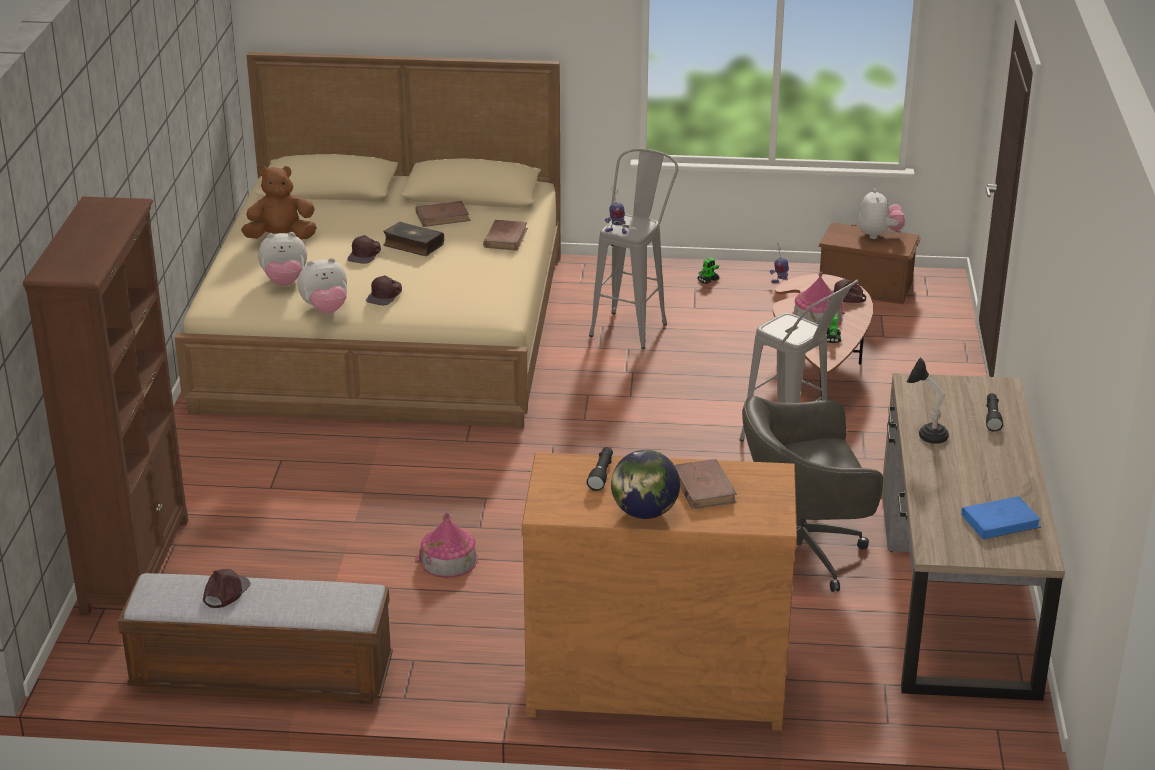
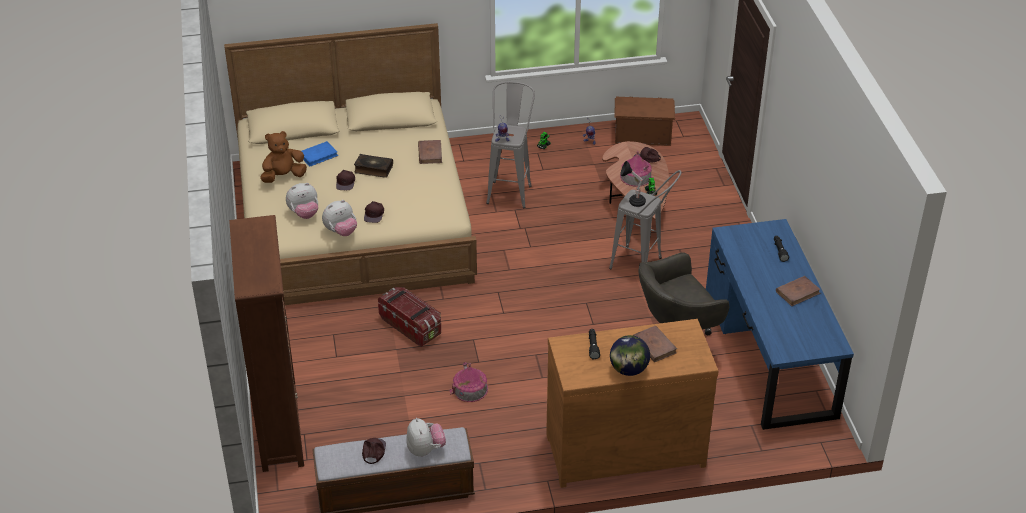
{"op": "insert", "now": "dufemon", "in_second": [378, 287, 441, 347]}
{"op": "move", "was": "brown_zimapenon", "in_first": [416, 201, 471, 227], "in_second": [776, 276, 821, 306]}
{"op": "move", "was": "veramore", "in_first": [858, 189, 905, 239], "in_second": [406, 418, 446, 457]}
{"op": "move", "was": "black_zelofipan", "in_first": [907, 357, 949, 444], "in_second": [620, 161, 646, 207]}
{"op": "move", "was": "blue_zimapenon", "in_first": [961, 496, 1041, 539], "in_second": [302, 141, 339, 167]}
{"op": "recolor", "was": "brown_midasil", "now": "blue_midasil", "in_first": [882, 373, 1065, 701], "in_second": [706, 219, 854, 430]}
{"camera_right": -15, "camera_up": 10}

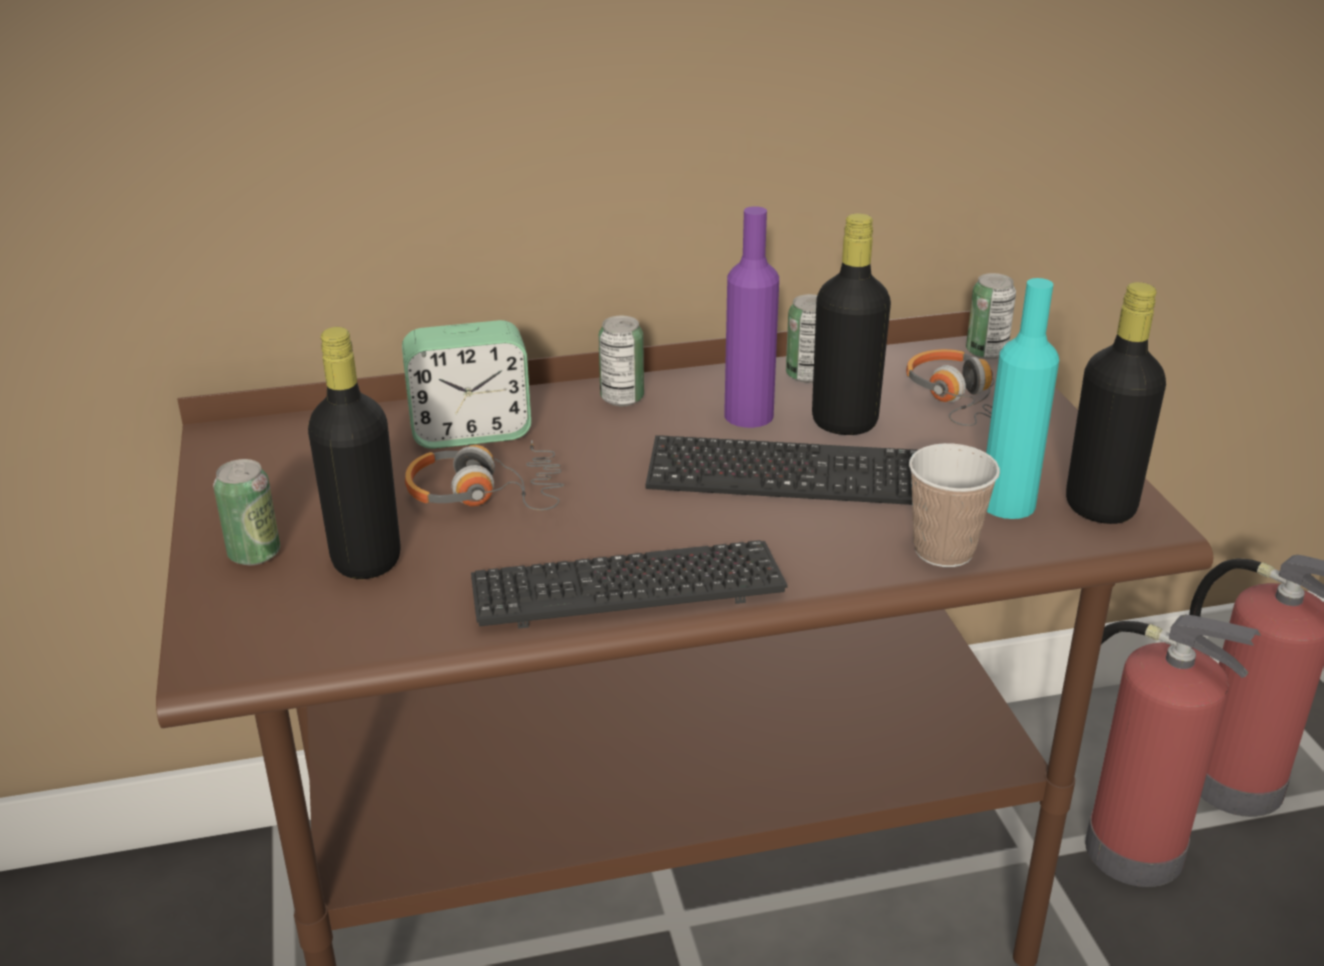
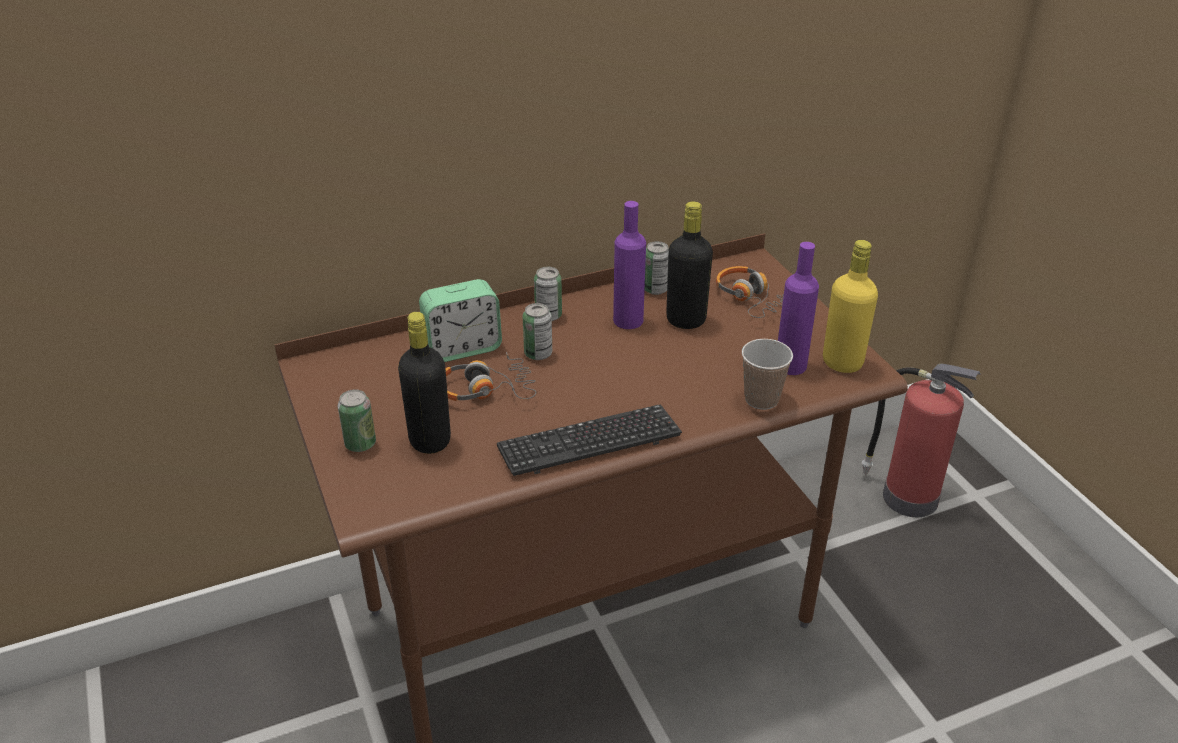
{"op": "delete", "was": "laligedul", "in_first": [646, 435, 917, 505]}
{"op": "delete", "was": "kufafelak", "in_first": [1085, 614, 1261, 887]}
{"op": "move", "was": "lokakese", "in_first": [966, 273, 1016, 360], "in_second": [523, 303, 552, 360]}
{"op": "recolor", "was": "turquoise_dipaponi", "now": "purple_dipaponi", "in_first": [986, 278, 1059, 519], "in_second": [778, 242, 819, 375]}
{"op": "recolor", "was": "black_dipaponi", "now": "yellow_dipaponi", "in_first": [1066, 282, 1166, 524], "in_second": [823, 240, 878, 373]}
{"camera_right": -10, "camera_up": 5}

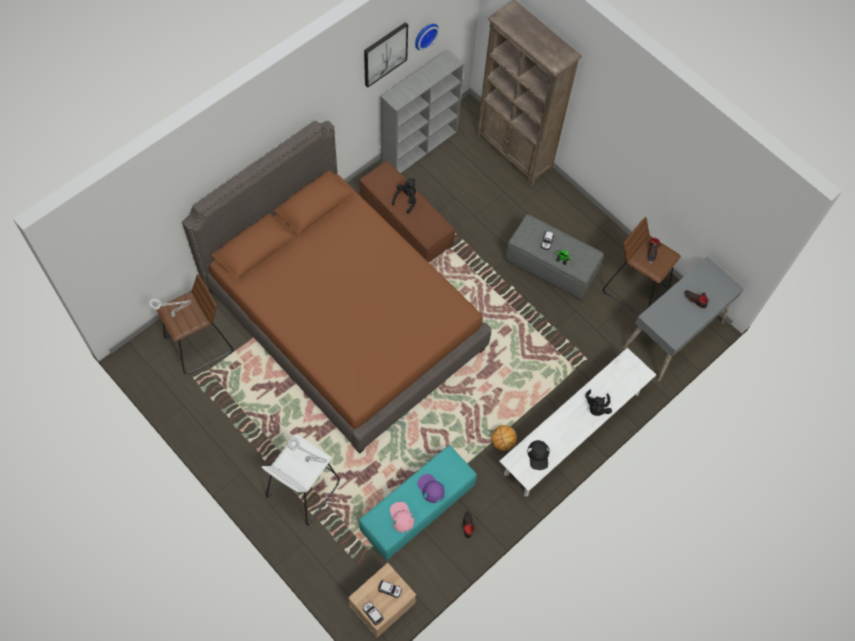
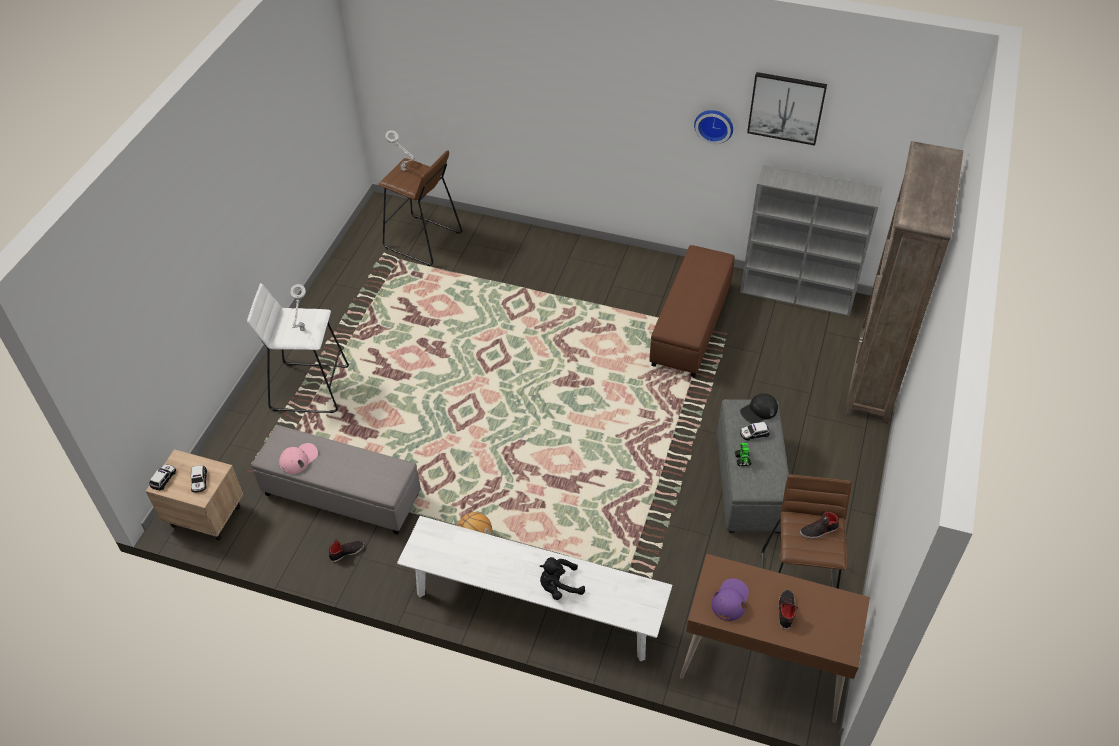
{"op": "delete", "was": "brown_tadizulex", "in_first": [182, 121, 491, 454]}
{"op": "delete", "was": "black_veramore", "in_first": [392, 178, 416, 213]}
{"op": "move", "was": "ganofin", "in_first": [415, 24, 439, 50], "in_second": [694, 110, 733, 144]}
{"op": "move", "was": "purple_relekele", "in_first": [417, 474, 445, 503], "in_second": [711, 579, 749, 621]}
{"op": "move", "was": "black_relekele", "in_first": [527, 440, 550, 470], "in_second": [740, 393, 778, 424]}
{"op": "recolor", "was": "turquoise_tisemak", "now": "grey_tisemak", "in_first": [359, 445, 477, 560], "in_second": [252, 425, 421, 535]}
{"op": "recolor", "was": "grey_midasil", "now": "brown_midasil", "in_first": [623, 257, 744, 381], "in_second": [680, 554, 870, 723]}
{"camera_right": 65, "camera_up": -15}

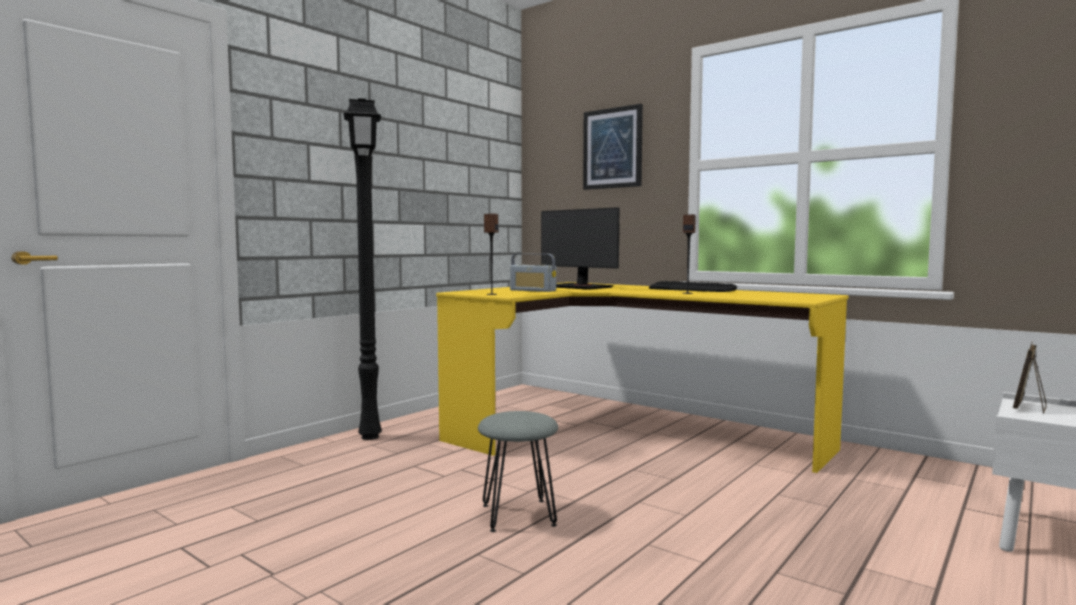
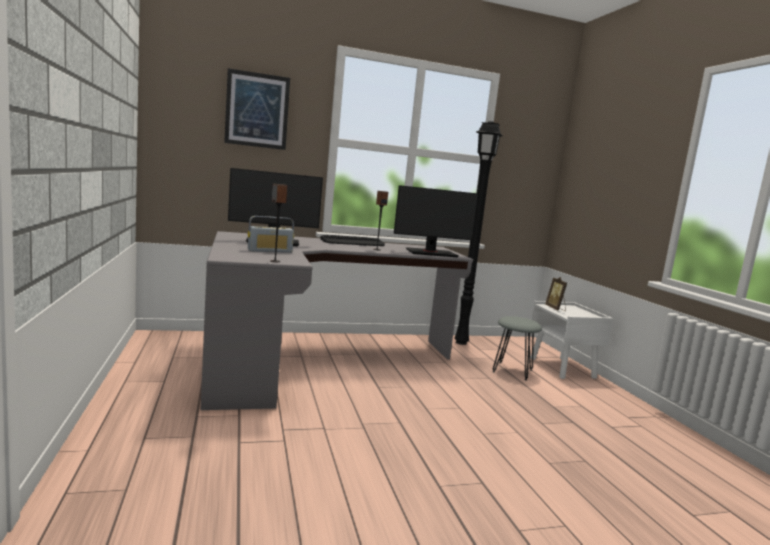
{"op": "insert", "now": "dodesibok", "in_second": [394, 185, 479, 257]}
{"op": "move", "was": "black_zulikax", "in_first": [344, 98, 382, 440], "in_second": [454, 121, 502, 345]}
{"op": "move", "was": "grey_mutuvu", "in_first": [478, 411, 558, 532], "in_second": [492, 316, 542, 381]}
{"op": "recolor", "was": "yellow_midasil", "now": "grey_midasil", "in_first": [436, 282, 849, 473], "in_second": [201, 231, 473, 410]}
{"camera_right": -55, "camera_up": 5}

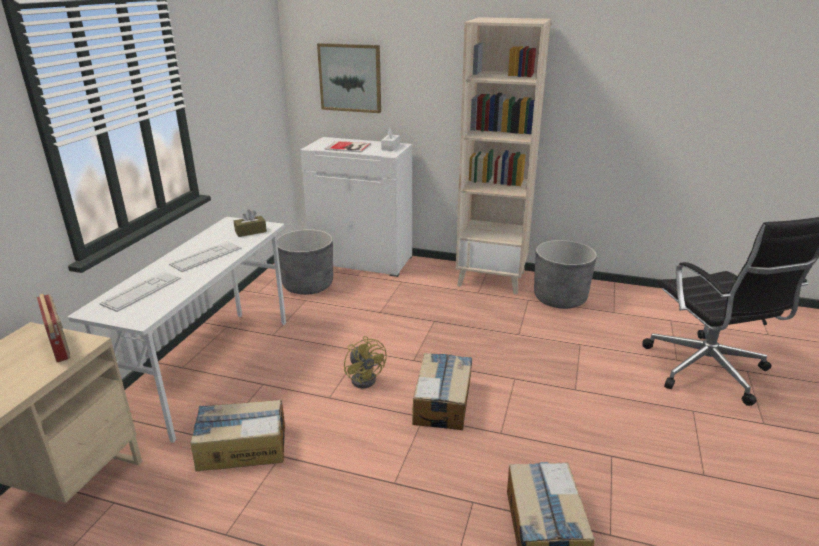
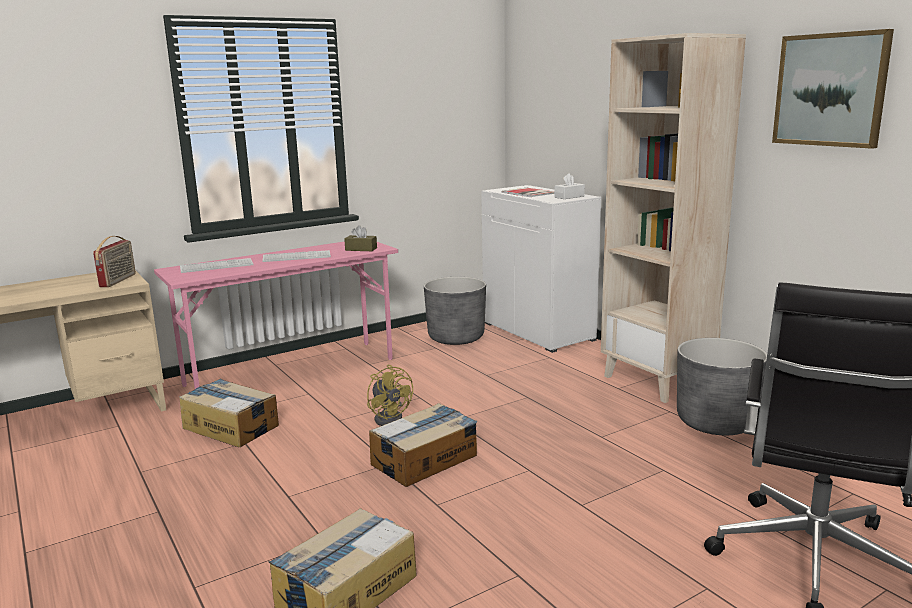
{"op": "move", "was": "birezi", "in_first": [317, 43, 381, 113], "in_second": [772, 29, 894, 149]}
{"op": "recolor", "was": "white_midasil", "now": "pink_midasil", "in_first": [68, 217, 286, 443], "in_second": [154, 241, 398, 389]}
{"op": "rotate", "was": "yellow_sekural", "in_first": [344, 336, 387, 388], "in_second": [367, 365, 413, 426], "clockwise": -45}
{"camera_right": 40, "camera_up": -10}

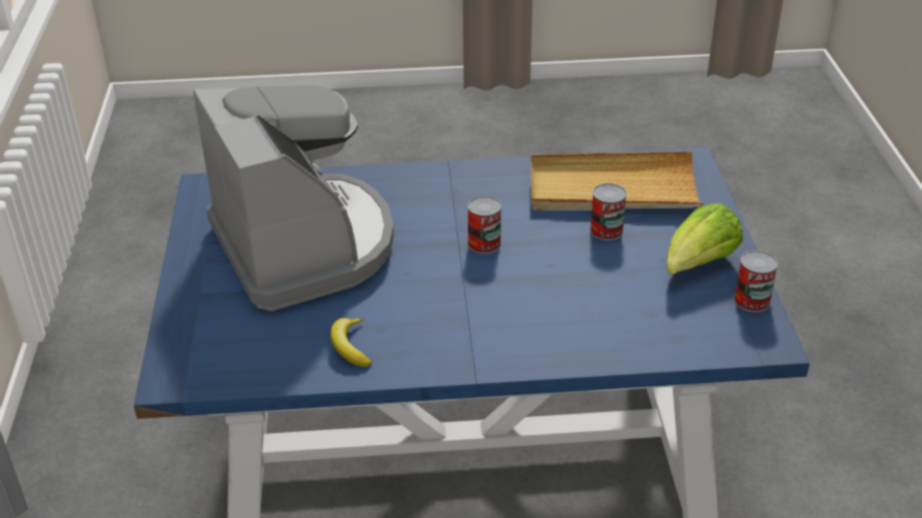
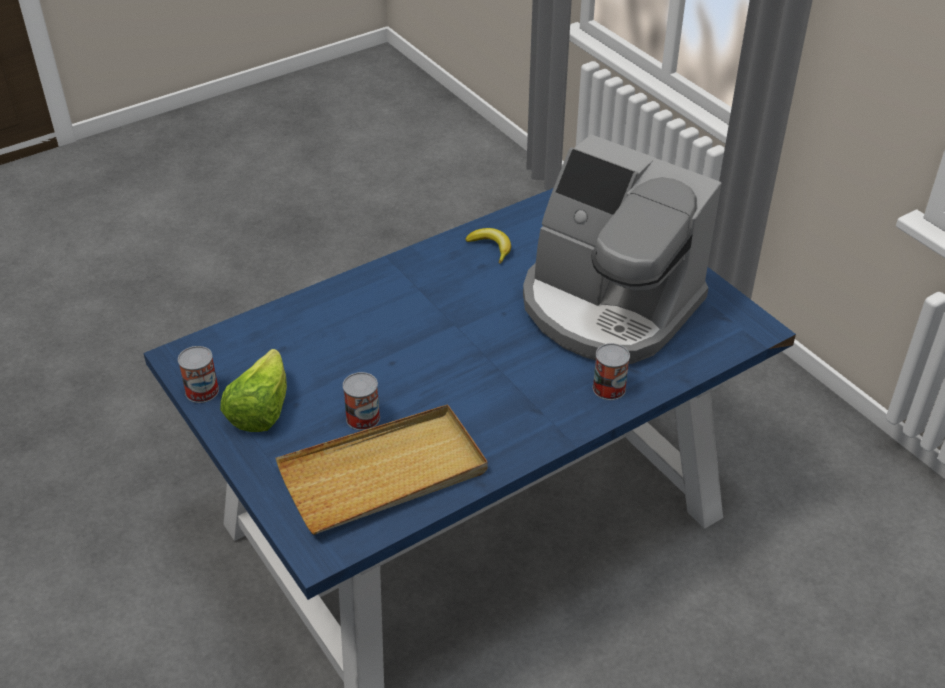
{"op": "move", "was": "lokakese", "in_first": [467, 196, 502, 254], "in_second": [593, 343, 630, 400]}
{"camera_right": 150, "camera_up": 5}

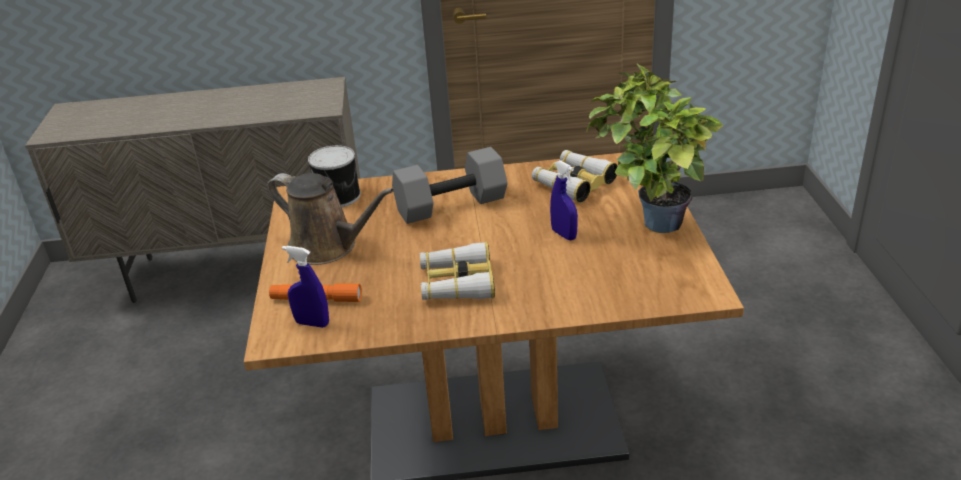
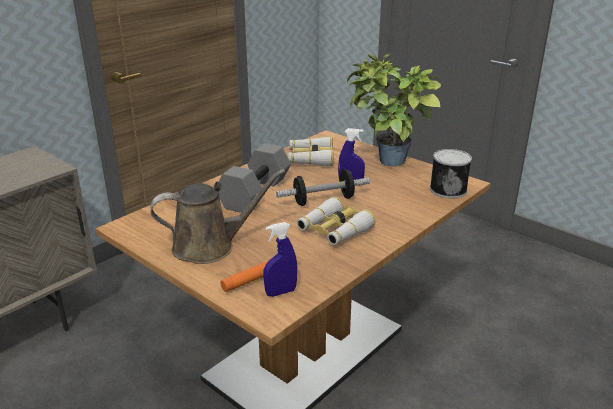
{"op": "insert", "now": "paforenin", "in_second": [276, 169, 370, 206]}
{"op": "move", "was": "lokakese", "in_first": [308, 145, 361, 207], "in_second": [430, 149, 472, 199]}
{"camera_right": -45, "camera_up": -5}

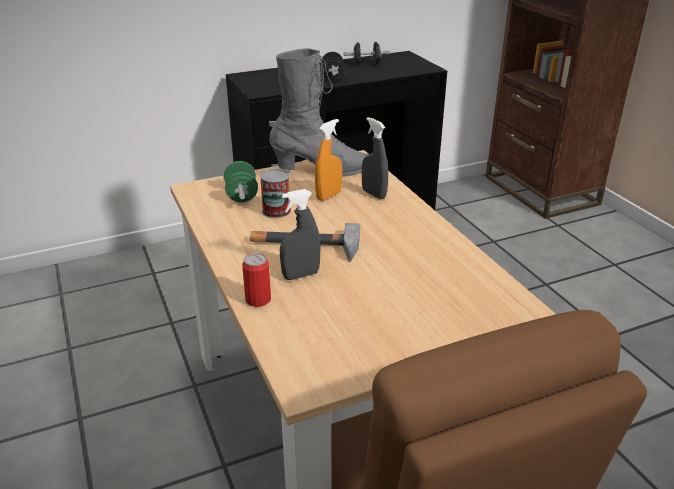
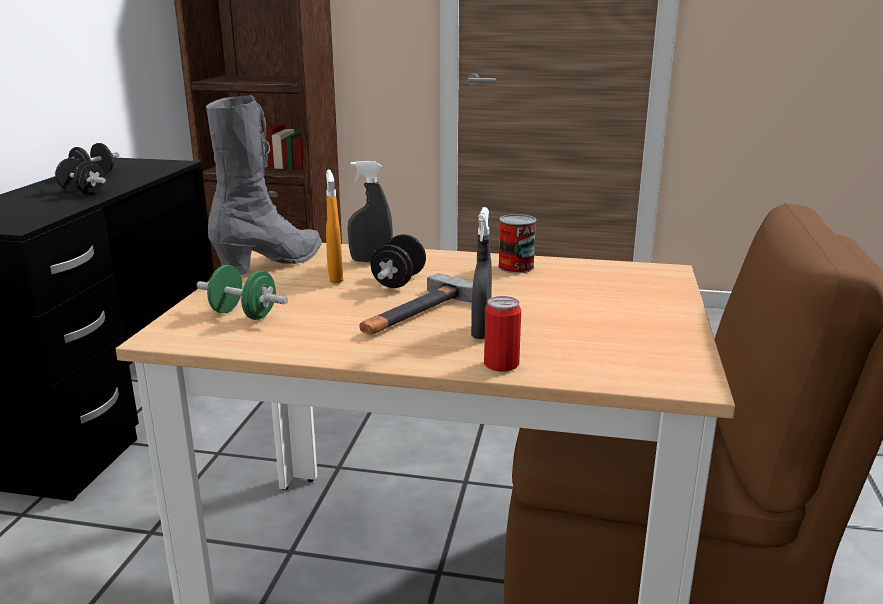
{"op": "insert", "now": "black_paforenin", "in_second": [370, 234, 426, 288]}
{"op": "move", "was": "lokakese", "in_first": [260, 169, 291, 218], "in_second": [498, 214, 536, 273]}
{"camera_right": -55, "camera_up": -10}

